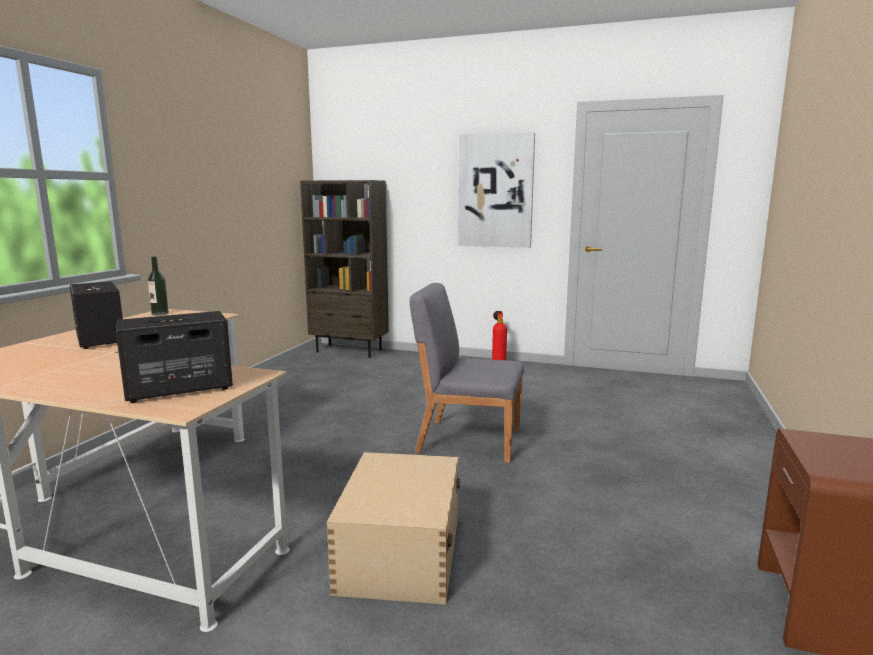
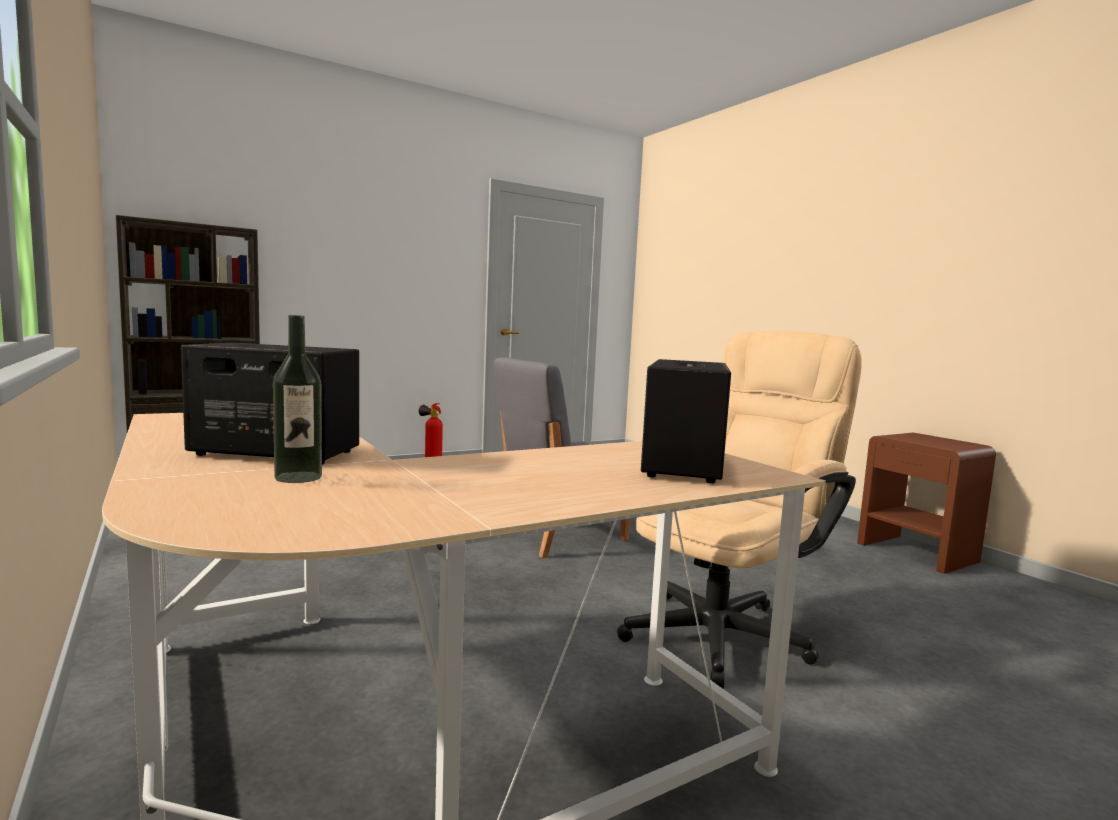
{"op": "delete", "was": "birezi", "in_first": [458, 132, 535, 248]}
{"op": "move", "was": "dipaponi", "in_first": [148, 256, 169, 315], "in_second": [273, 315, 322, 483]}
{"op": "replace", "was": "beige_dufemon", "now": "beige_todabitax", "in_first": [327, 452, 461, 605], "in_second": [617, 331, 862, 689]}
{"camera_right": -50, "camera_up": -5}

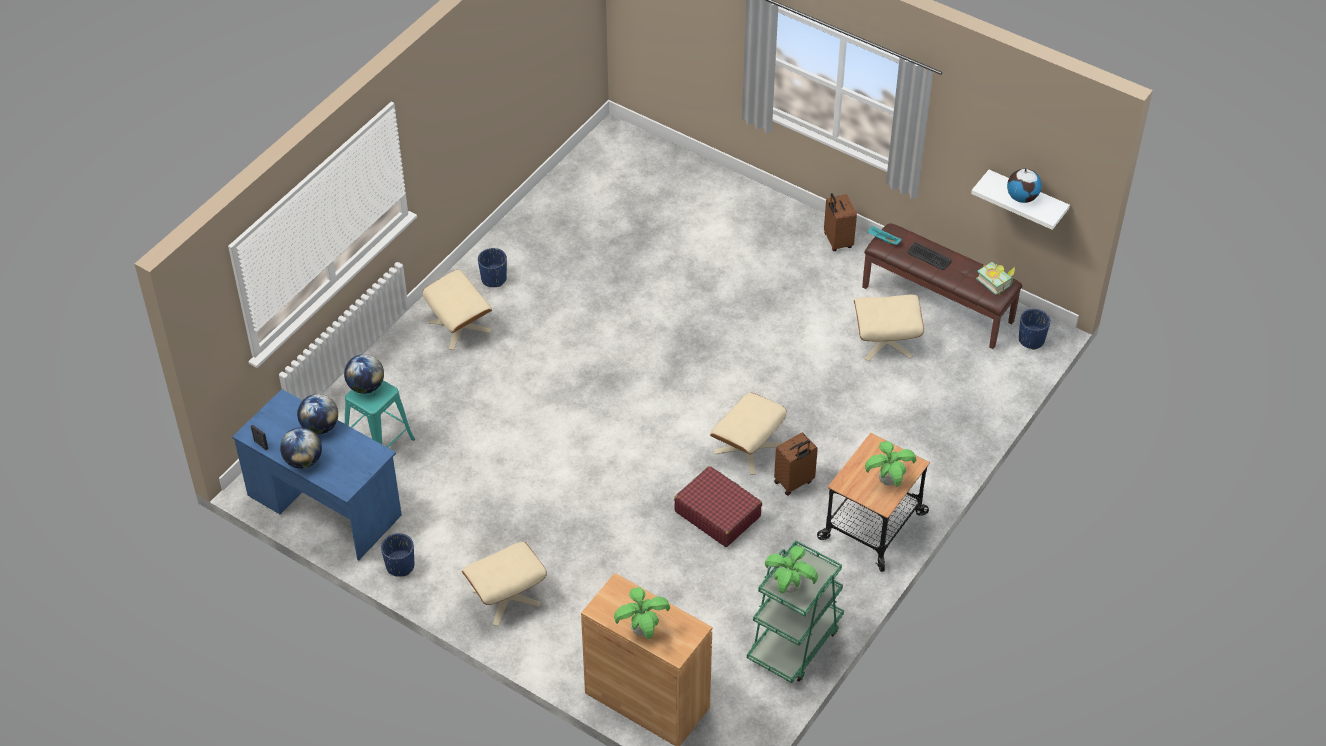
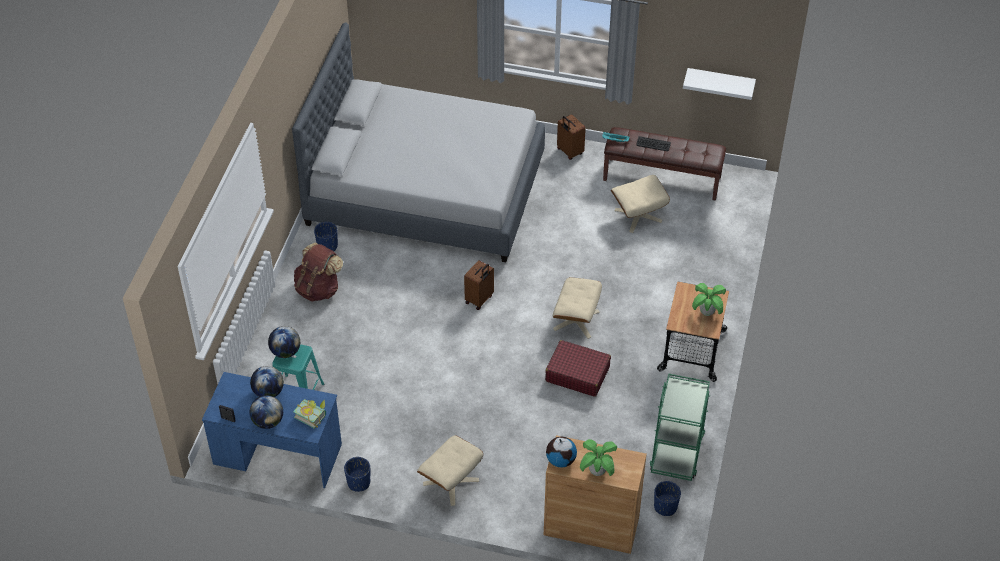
{"op": "delete", "was": "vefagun", "in_first": [765, 545, 818, 593]}
{"op": "insert", "now": "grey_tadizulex", "in_second": [292, 22, 545, 262]}
{"op": "move", "was": "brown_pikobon", "in_first": [774, 432, 818, 496], "in_second": [464, 260, 494, 310]}
{"op": "move", "was": "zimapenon", "in_first": [976, 262, 1015, 295], "in_second": [293, 399, 326, 429]}
{"op": "move", "was": "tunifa", "in_first": [1007, 168, 1042, 203], "in_second": [546, 437, 577, 468]}
{"op": "move", "was": "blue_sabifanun", "in_first": [1019, 309, 1050, 350], "in_second": [654, 481, 681, 516]}
{"op": "replace", "was": "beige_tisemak", "now": "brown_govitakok", "in_first": [423, 270, 492, 350], "in_second": [294, 243, 343, 302]}
{"camera_right": -20, "camera_up": 0}

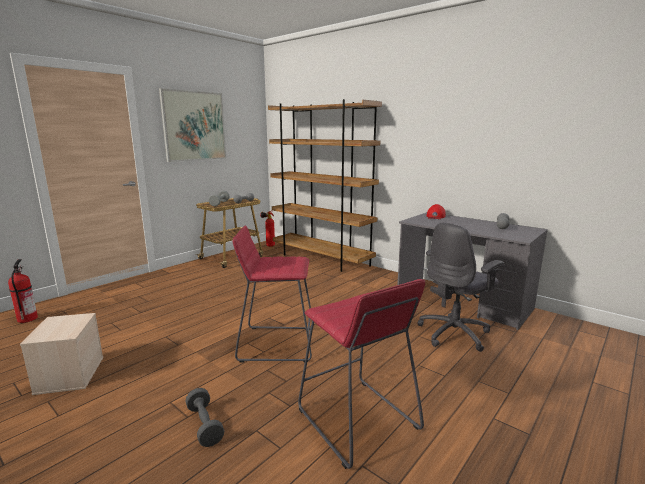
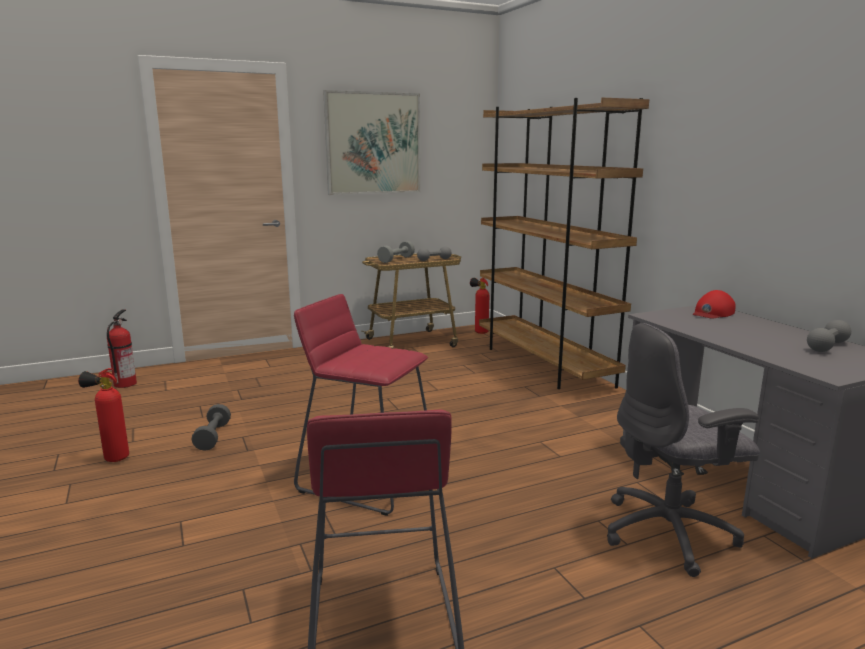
{"op": "move", "was": "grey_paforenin", "in_first": [186, 388, 224, 447], "in_second": [192, 404, 231, 451]}
{"op": "replace", "was": "beige_dufemon", "now": "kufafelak", "in_first": [20, 313, 103, 395], "in_second": [78, 368, 129, 462]}
{"camera_right": 25, "camera_up": 0}

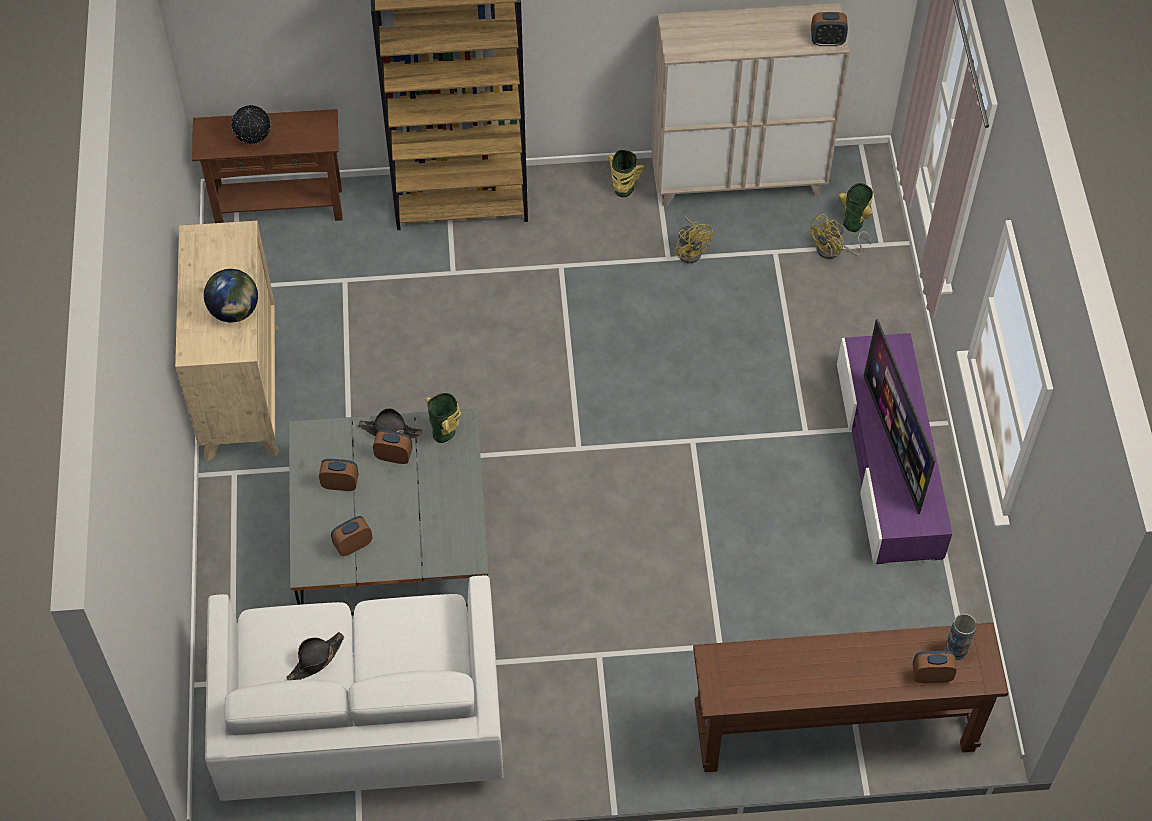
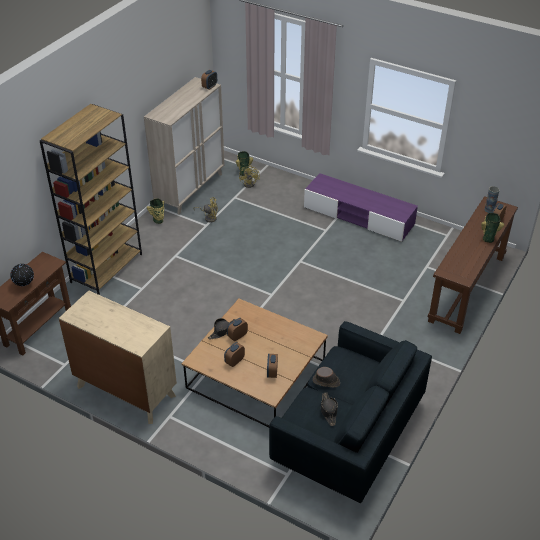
{"op": "delete", "was": "tunifa", "in_first": [204, 269, 258, 322]}
{"op": "delete", "was": "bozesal", "in_first": [864, 319, 936, 514]}
{"op": "insert", "now": "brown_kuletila", "in_second": [313, 367, 340, 388]}
{"op": "move", "was": "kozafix", "in_first": [425, 393, 461, 443], "in_second": [481, 213, 504, 243]}
{"op": "recolor", "was": "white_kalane", "now": "blue_kalane", "in_first": [205, 576, 504, 801], "in_second": [269, 321, 432, 503]}
{"op": "recolor", "was": "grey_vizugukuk", "now": "brown_vizugukuk", "in_first": [289, 408, 488, 615], "in_second": [182, 299, 328, 427]}
{"camera_right": -55, "camera_up": -15}

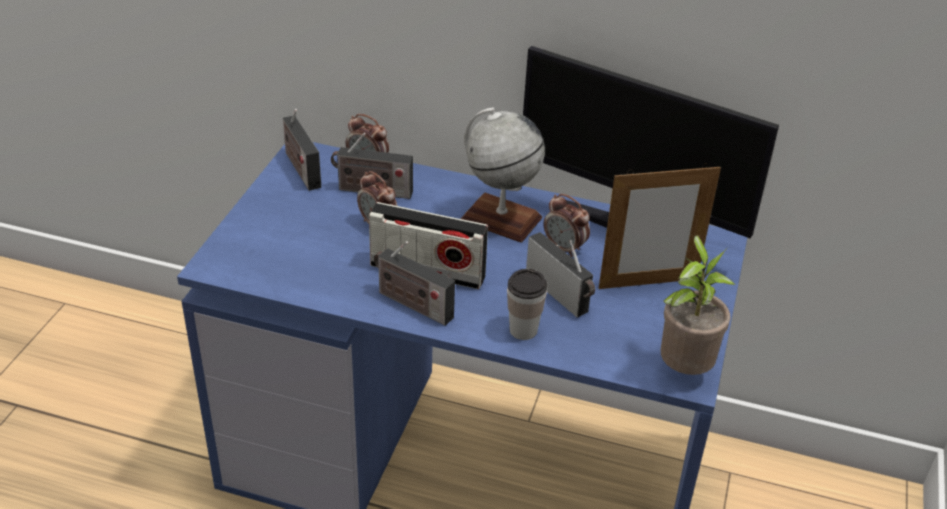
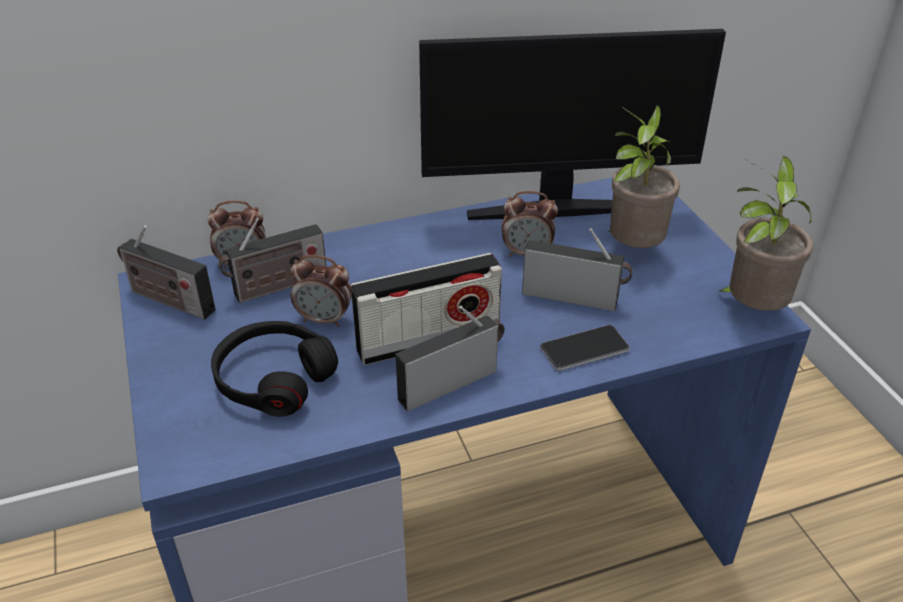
{"op": "delete", "was": "tunifa", "in_first": [461, 107, 545, 242]}
{"op": "insert", "now": "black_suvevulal", "in_second": [211, 321, 338, 417]}
{"op": "replace", "was": "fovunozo", "now": "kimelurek", "in_first": [507, 269, 547, 340], "in_second": [540, 325, 630, 371]}
{"op": "replace", "was": "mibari", "now": "vefagun", "in_first": [599, 163, 721, 289], "in_second": [607, 105, 680, 248]}
{"op": "rotate", "was": "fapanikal", "in_first": [374, 241, 455, 326], "in_second": [395, 305, 505, 411], "clockwise": 150}
{"camera_right": -35, "camera_up": 0}

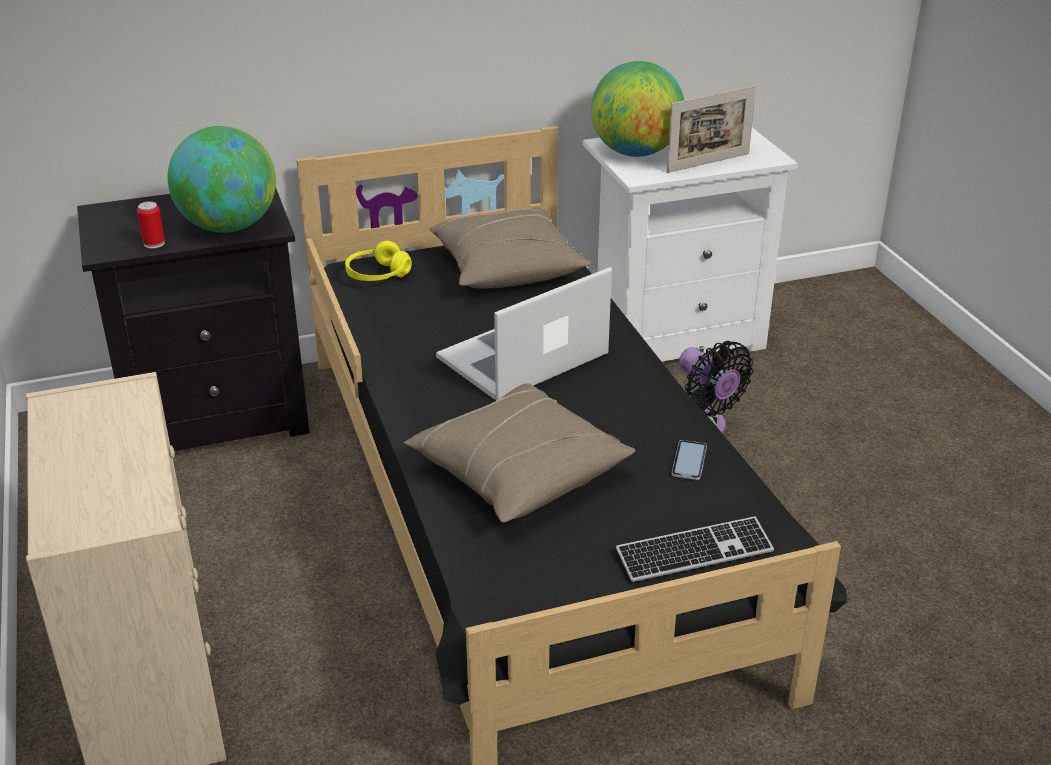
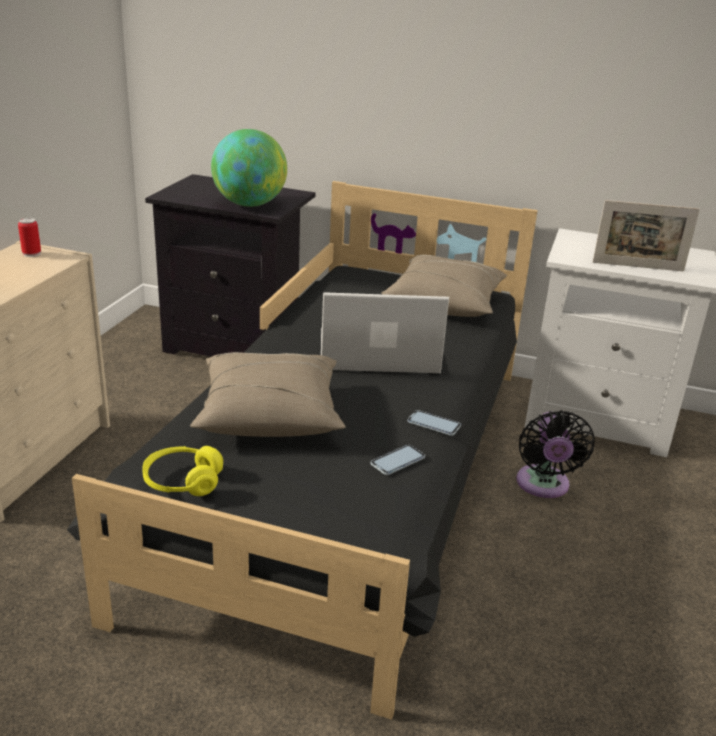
{"op": "delete", "was": "tunifa", "in_first": [591, 61, 684, 157]}
{"op": "delete", "was": "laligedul", "in_first": [616, 516, 774, 582]}
{"op": "insert", "now": "kimelurek", "in_second": [407, 410, 461, 436]}
{"op": "move", "was": "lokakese", "in_first": [137, 201, 165, 248], "in_second": [18, 218, 41, 257]}
{"op": "move", "was": "yellow_suvevulal", "in_first": [345, 241, 412, 281], "in_second": [142, 446, 223, 496]}
{"camera_right": 35, "camera_up": -5}

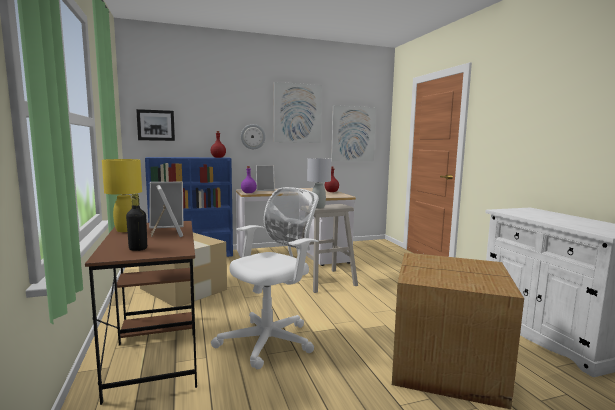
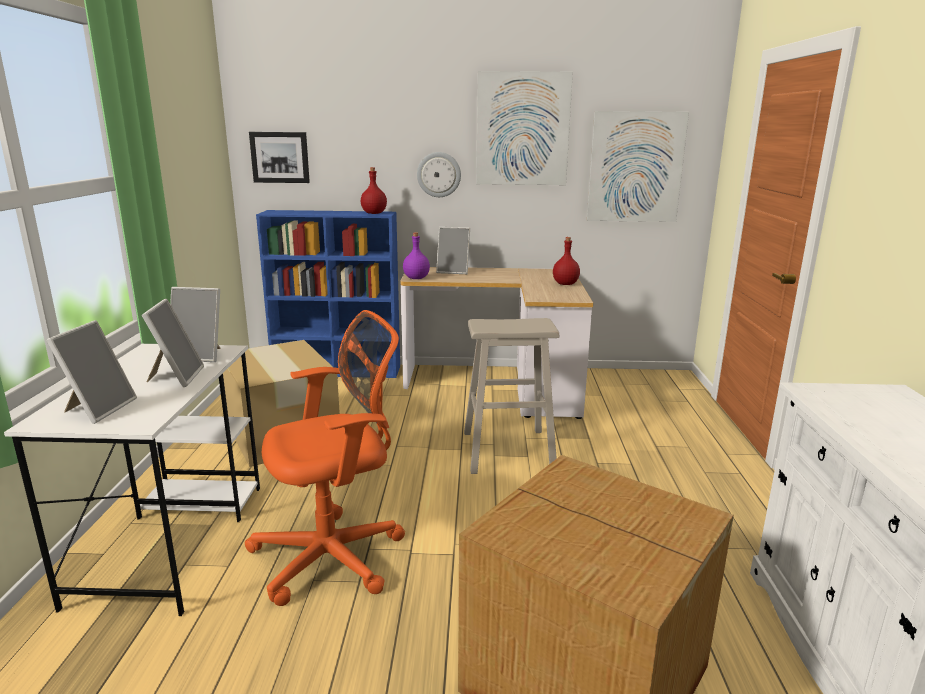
{"op": "delete", "was": "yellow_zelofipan", "in_first": [102, 159, 142, 232]}
{"op": "delete", "was": "grey_zelofipan", "in_first": [307, 158, 331, 209]}
{"op": "replace", "was": "black_dipaponi", "now": "mibari", "in_first": [126, 193, 147, 251], "in_second": [46, 320, 137, 424]}
{"op": "recolor", "was": "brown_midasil", "now": "white_midasil", "in_first": [85, 221, 197, 405], "in_second": [4, 344, 260, 616]}
{"op": "recolor", "was": "white_todabitax", "now": "orange_todabitax", "in_first": [211, 187, 319, 370], "in_second": [245, 310, 405, 606]}
{"camera_right": 20, "camera_up": 10}

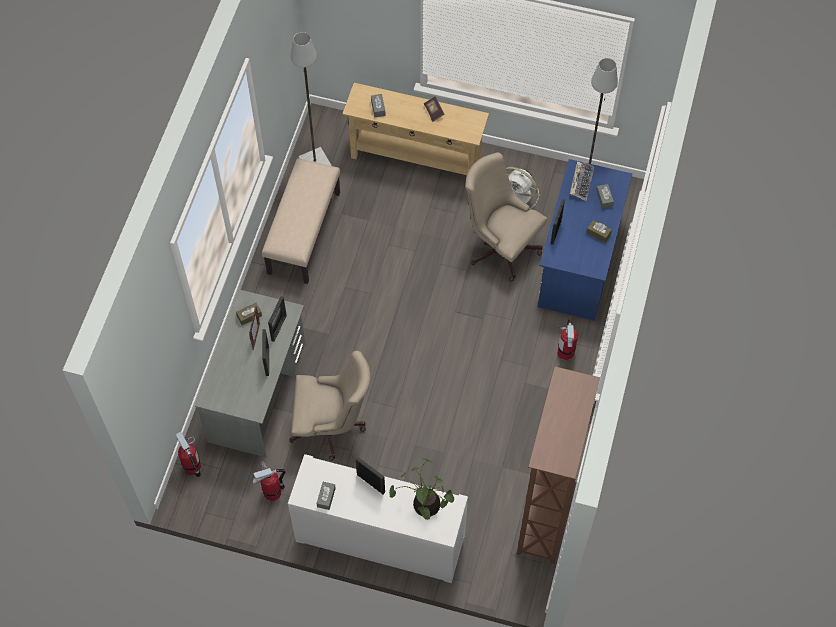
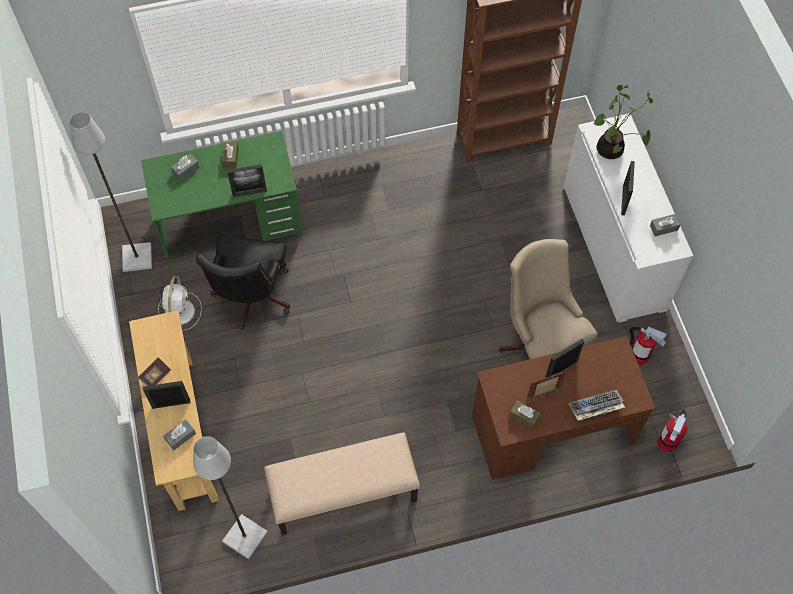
{"op": "delete", "was": "kufafelak", "in_first": [558, 320, 578, 360]}
{"op": "move", "was": "mibari", "in_first": [268, 296, 287, 342], "in_second": [143, 381, 190, 409]}
{"op": "move", "was": "laligedul", "in_first": [570, 161, 594, 201], "in_second": [569, 390, 625, 421]}
{"op": "recolor", "was": "grey_midasil", "now": "brown_midasil", "in_first": [195, 289, 305, 457], "in_second": [472, 336, 655, 480]}
{"op": "recolor", "was": "beige_todabitax", "now": "black_todabitax", "in_first": [465, 152, 547, 282], "in_second": [196, 235, 290, 330]}
{"op": "recolor", "was": "blue_midasil", "now": "green_midasil", "in_first": [538, 159, 632, 321], "in_second": [141, 131, 303, 265]}
{"camera_right": -120, "camera_up": 0}

